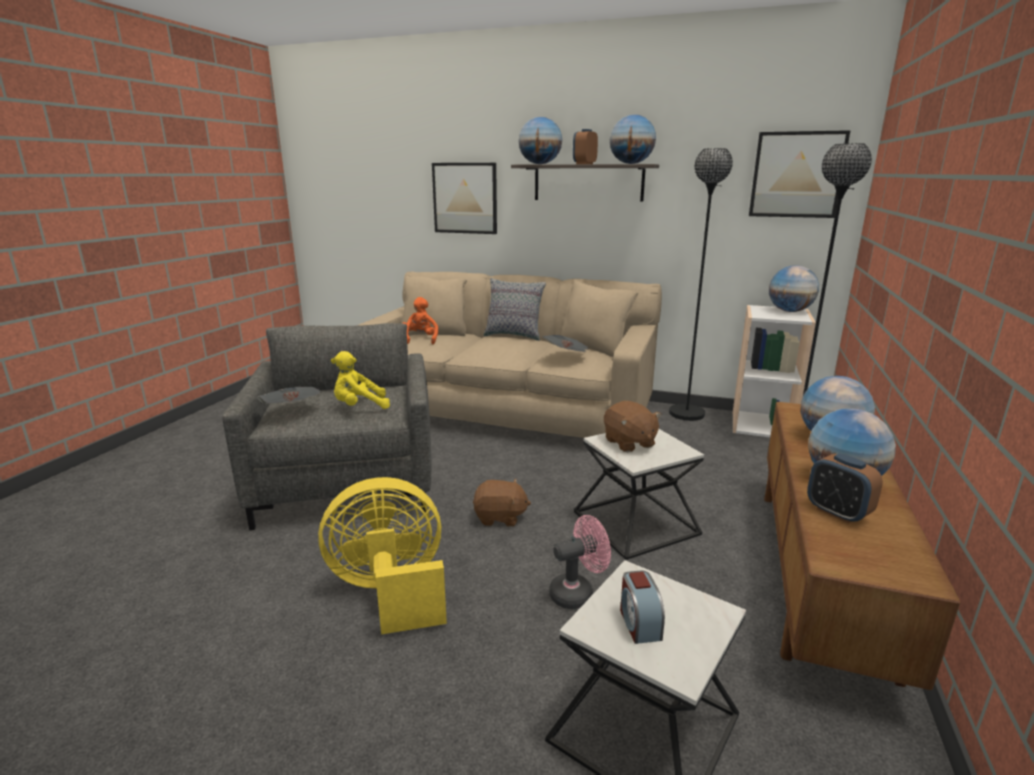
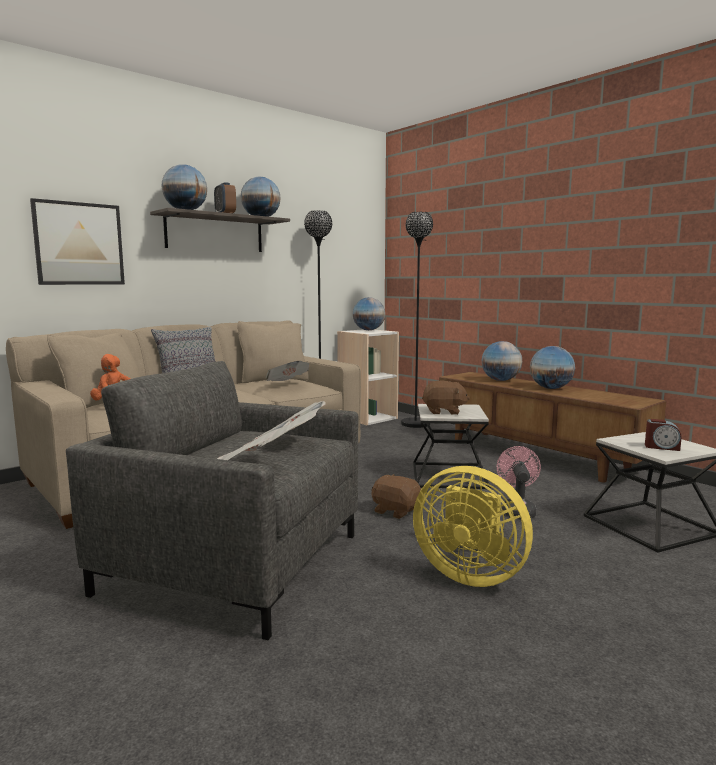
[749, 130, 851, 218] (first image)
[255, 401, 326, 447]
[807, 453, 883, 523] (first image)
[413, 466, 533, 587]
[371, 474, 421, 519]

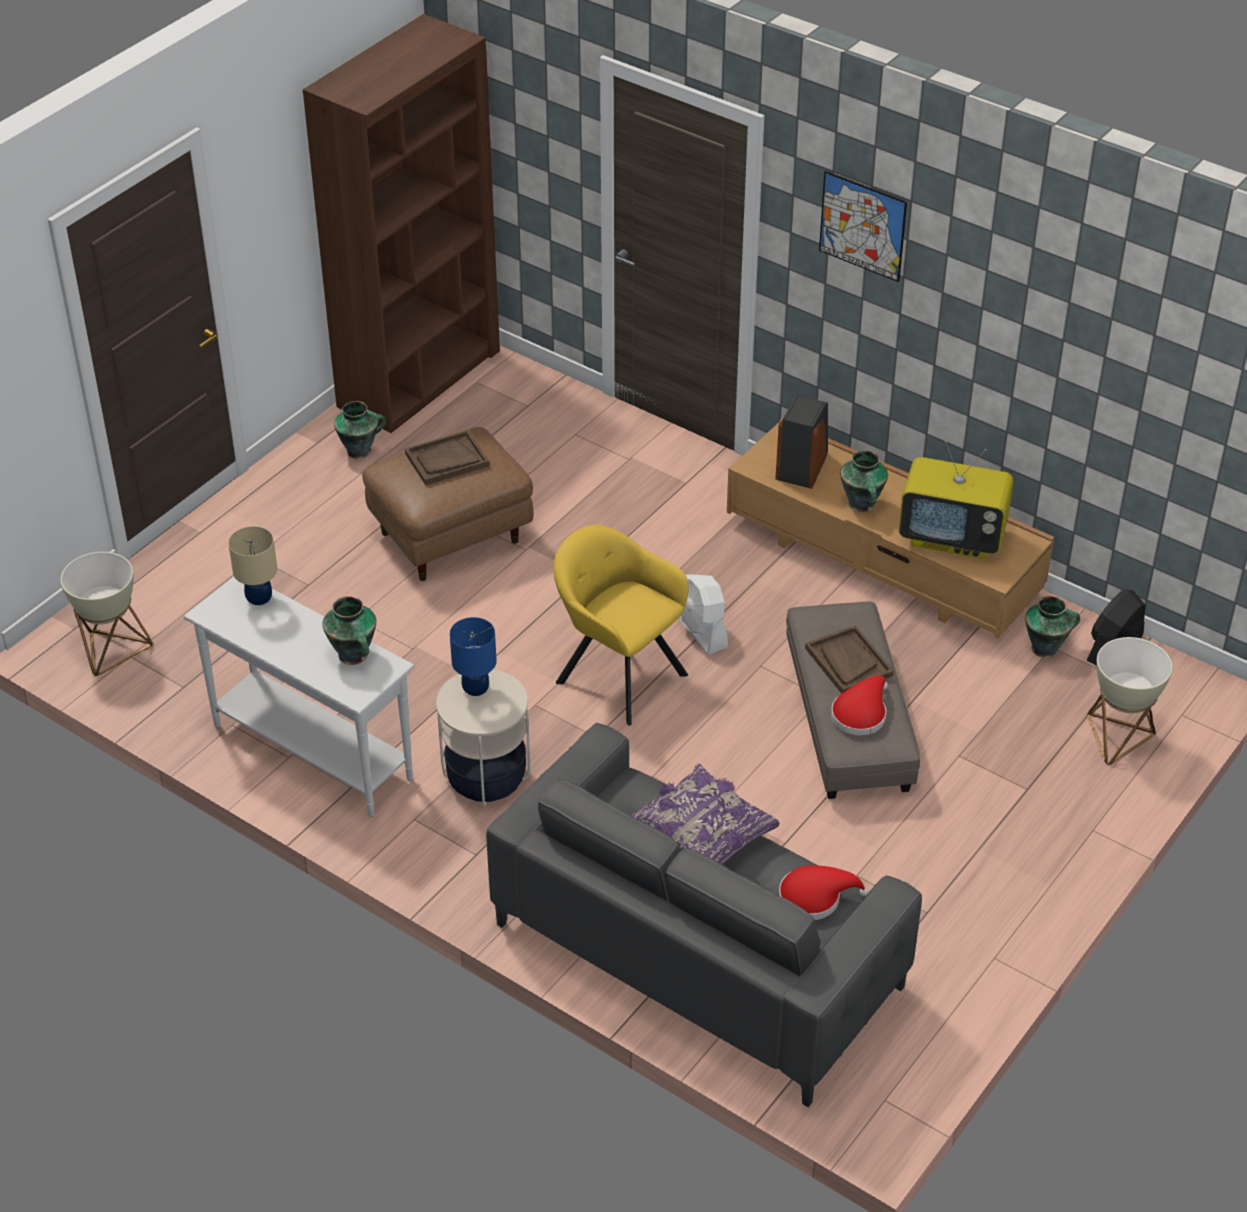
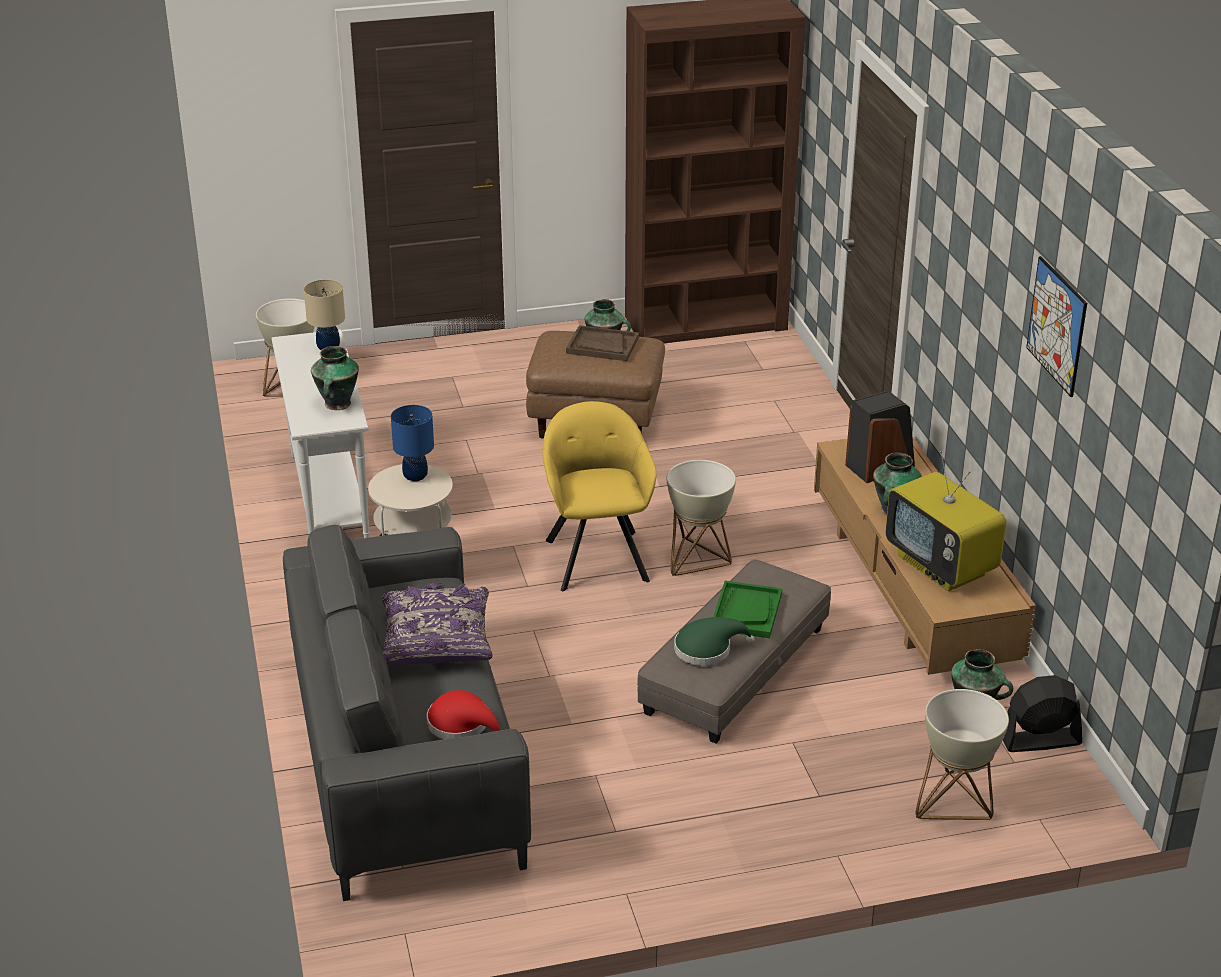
[1026, 256, 1087, 397]
[666, 460, 736, 576]
[713, 581, 782, 638]
[674, 617, 755, 666]

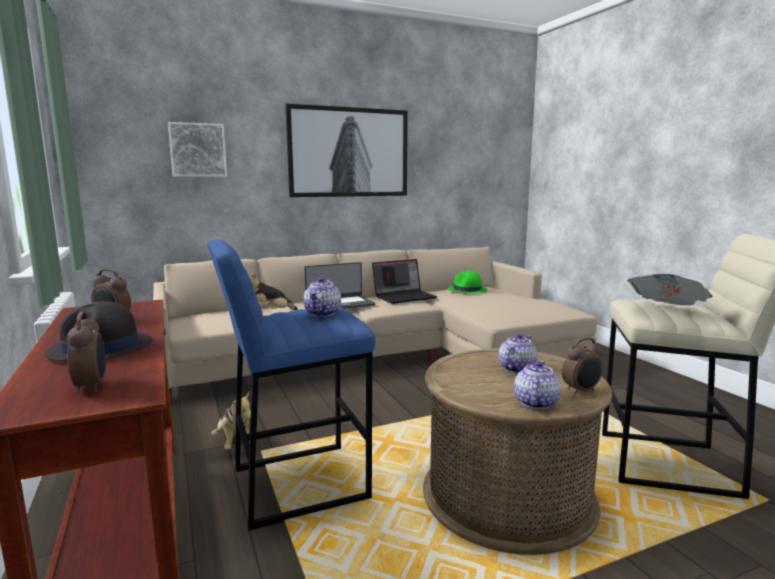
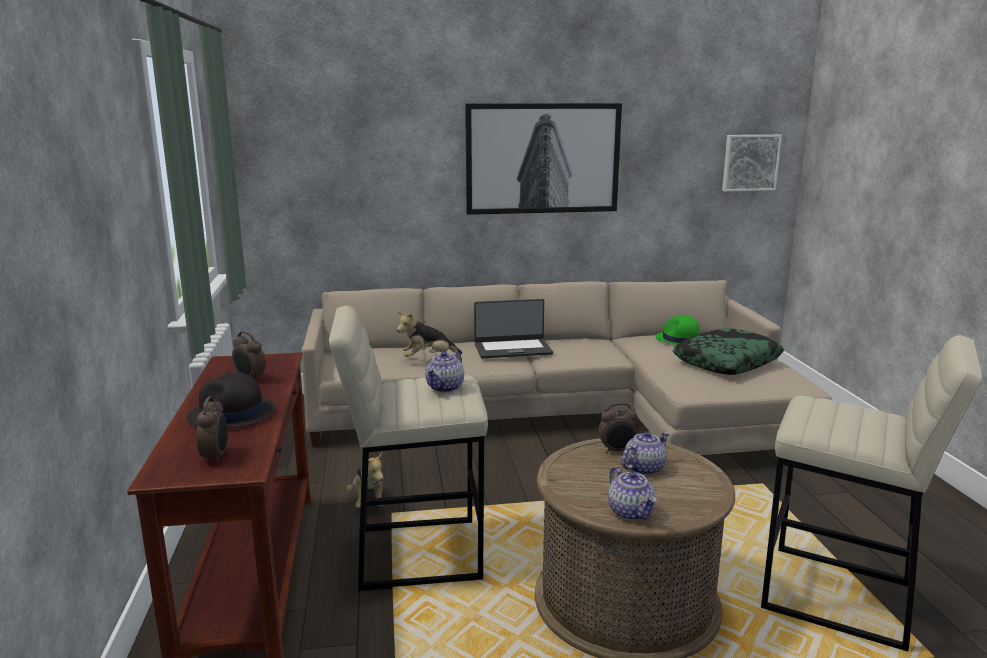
[722, 135, 782, 192]
[329, 305, 488, 591]
[372, 259, 437, 304] (first image)
[627, 274, 713, 305] (first image)
[598, 403, 638, 453]
[608, 466, 657, 520]
[673, 328, 784, 375]

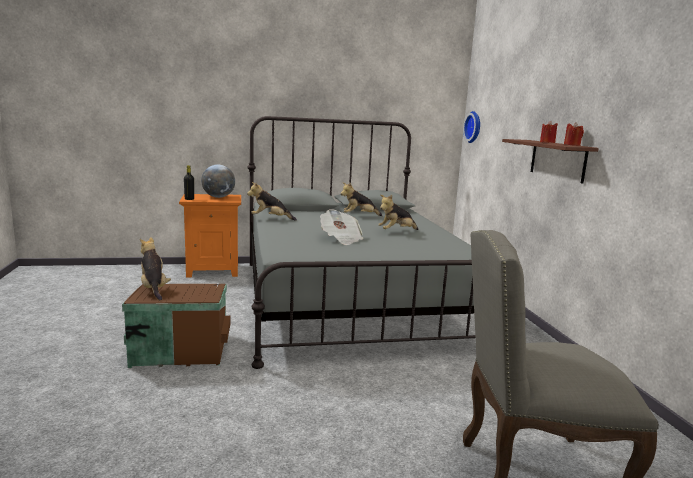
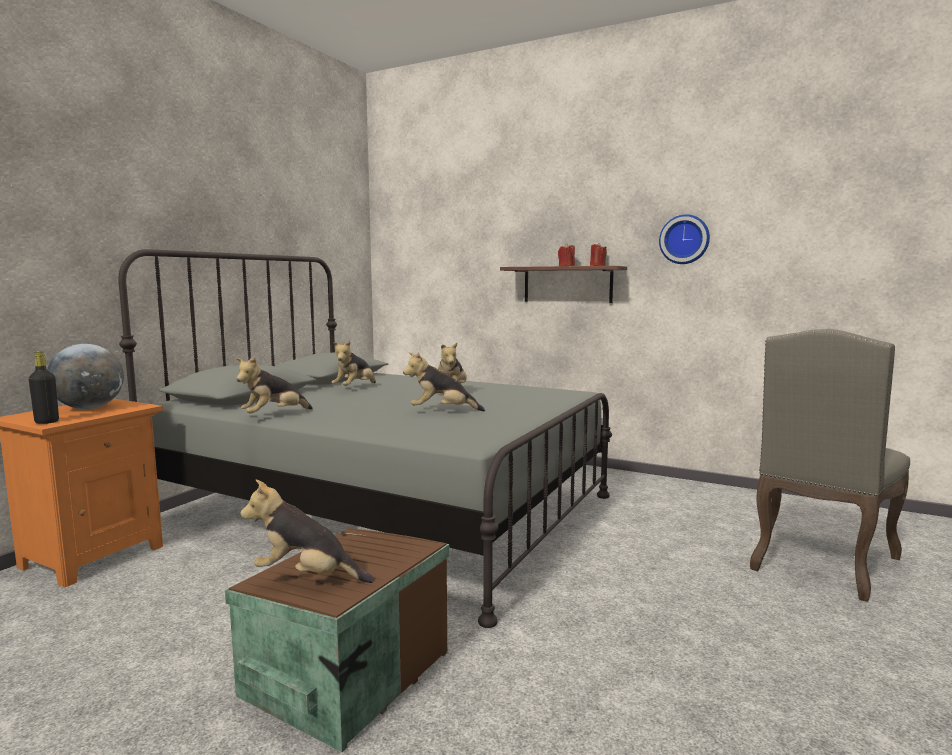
[659, 214, 710, 264]
[403, 352, 485, 411]

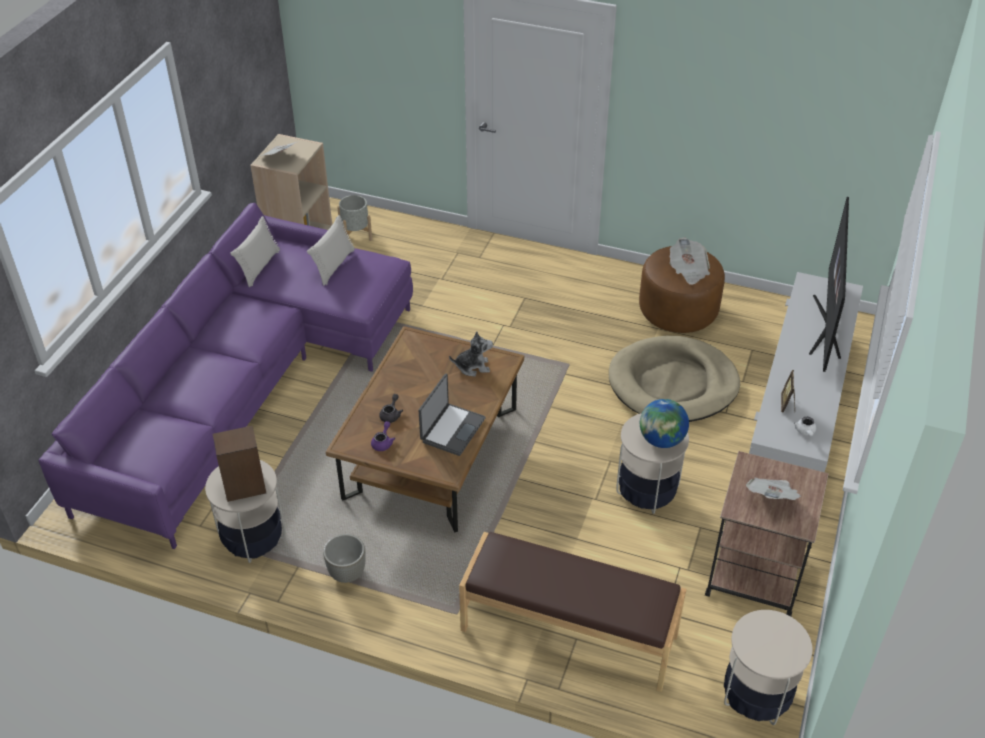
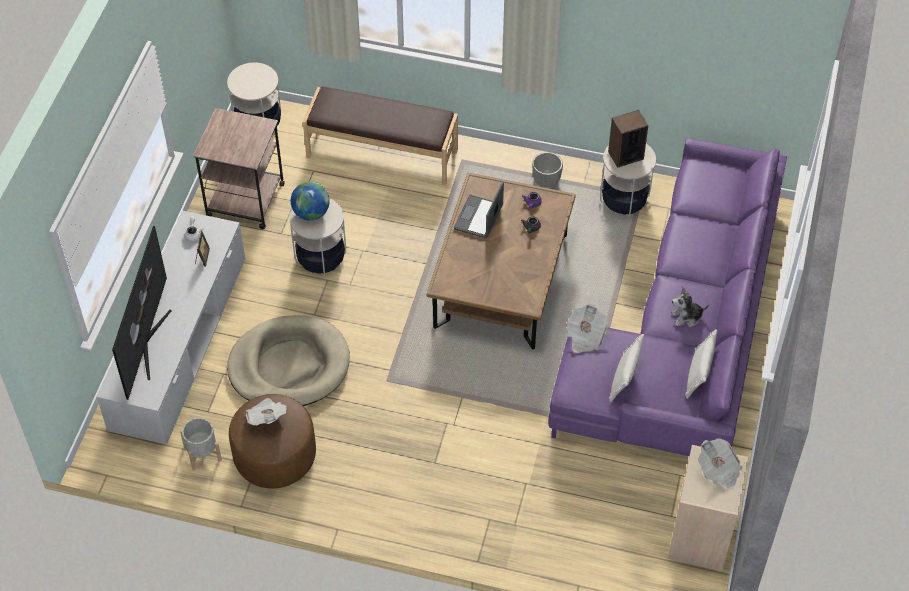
[180, 418, 222, 471]
[671, 287, 709, 327]
[566, 304, 609, 353]

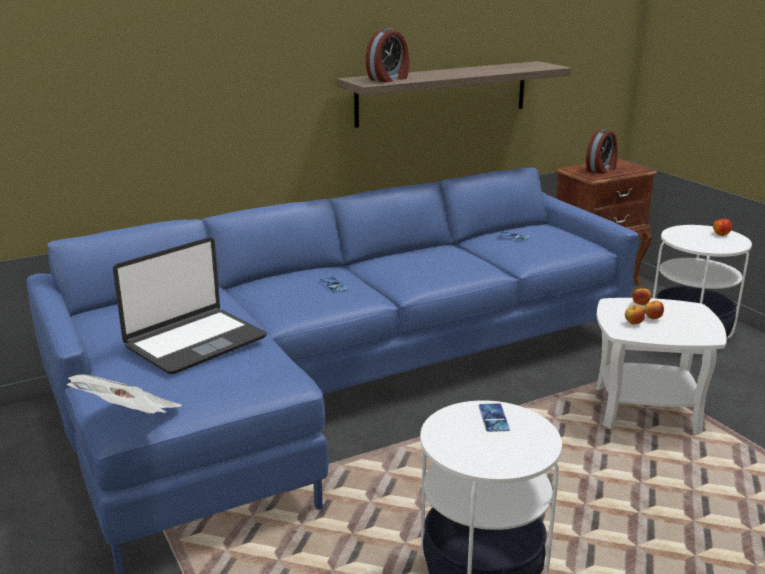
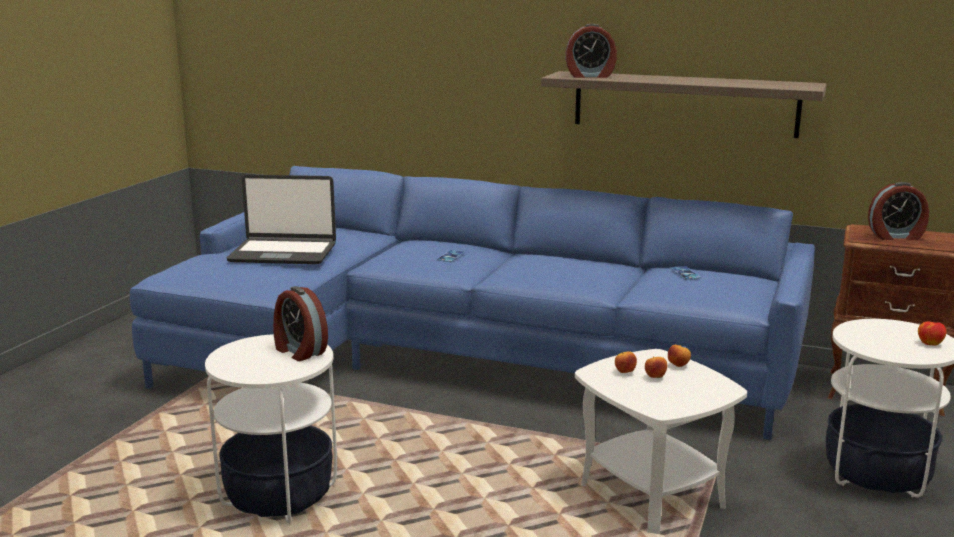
[66, 374, 182, 414] (first image)
[273, 286, 328, 361]

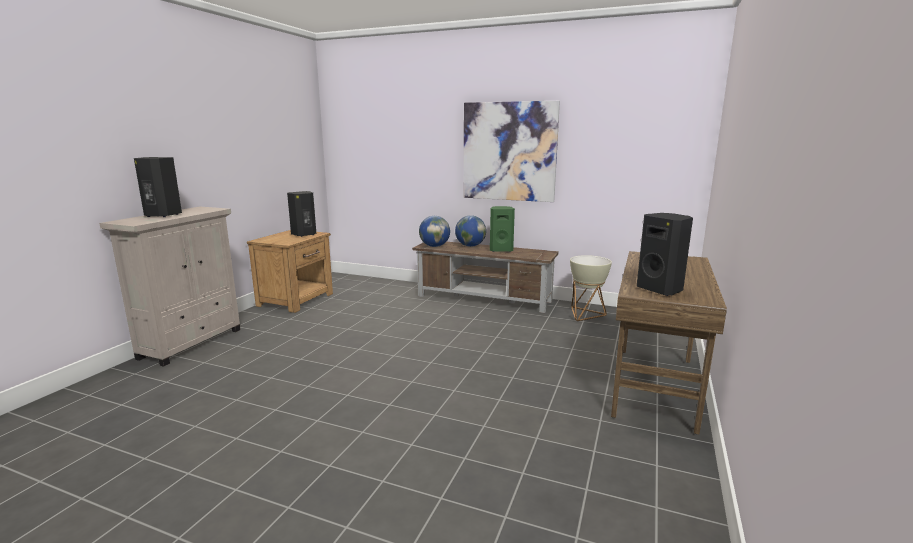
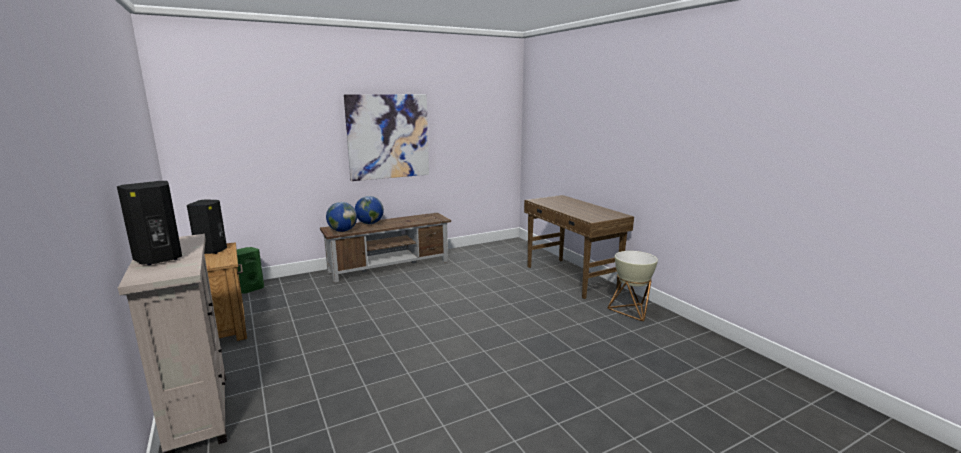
[237, 247, 264, 293]
[637, 213, 693, 296] (first image)
[607, 251, 658, 321]

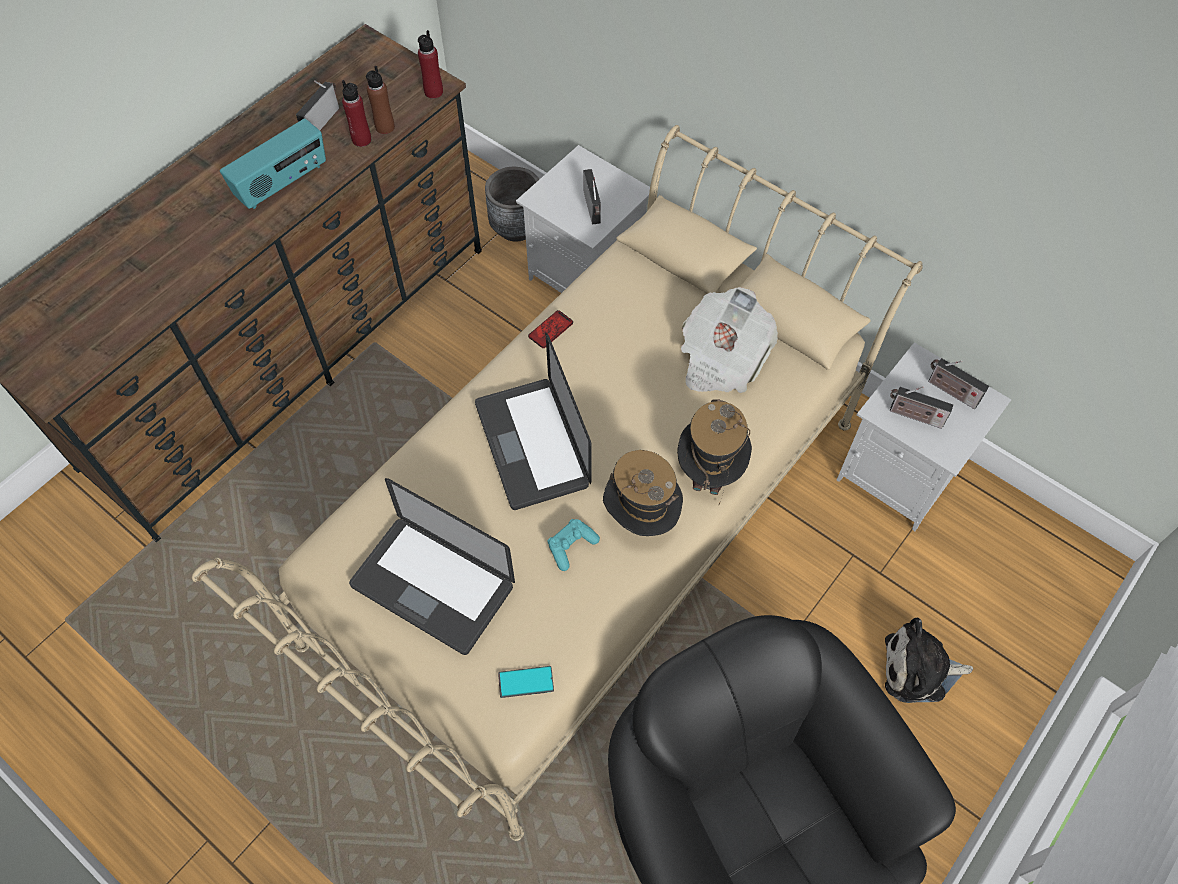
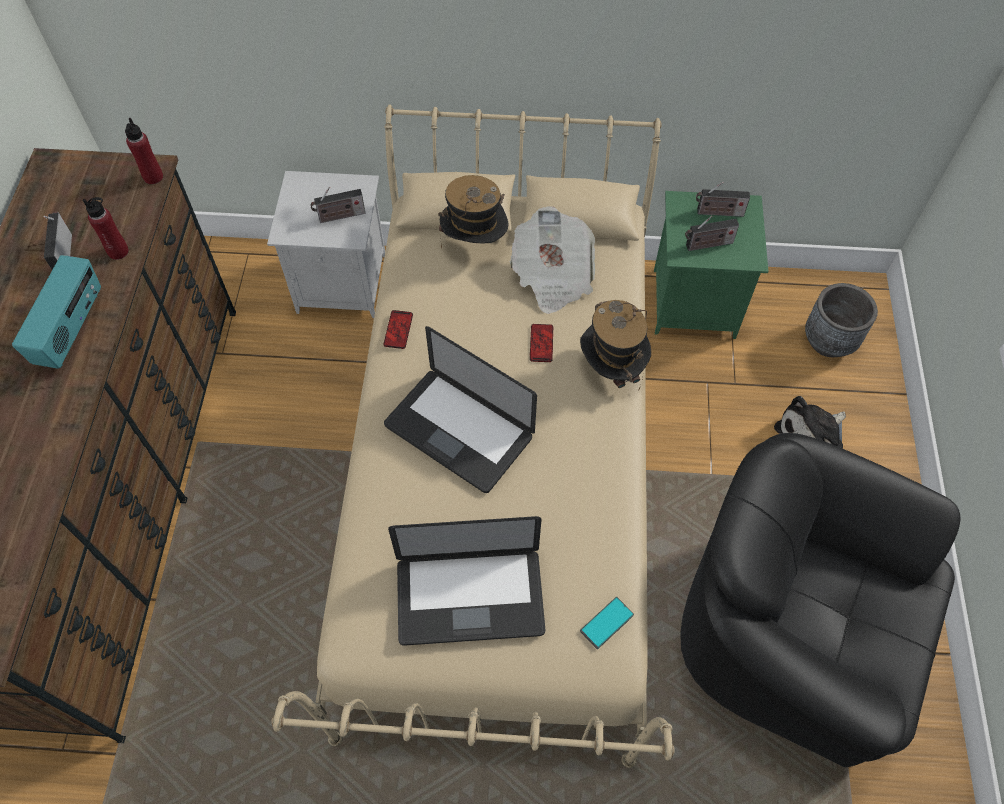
[366, 66, 395, 134] (first image)
[805, 283, 878, 357]
[310, 187, 365, 223]
[654, 191, 769, 339]
[438, 175, 509, 248]
[547, 519, 600, 571] (first image)
[530, 324, 553, 362]

